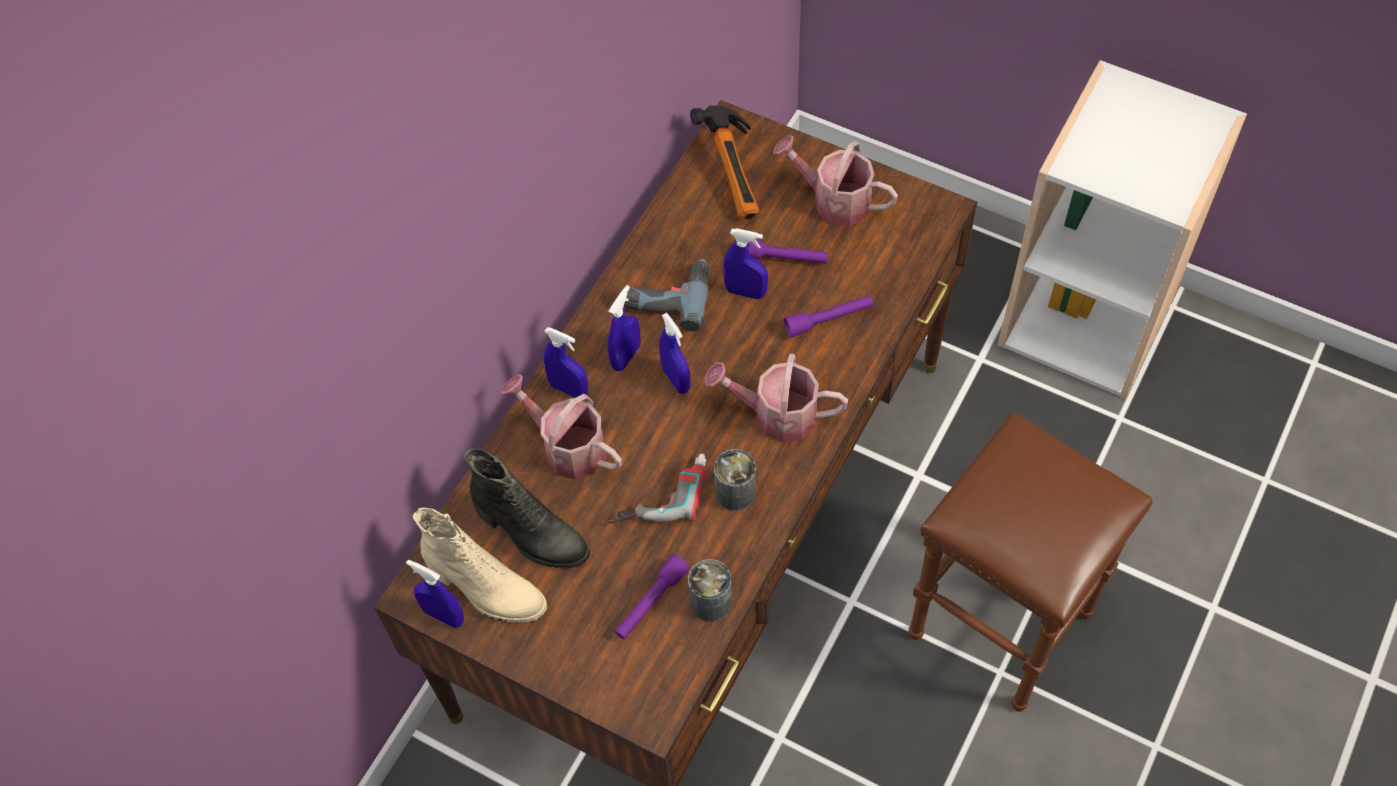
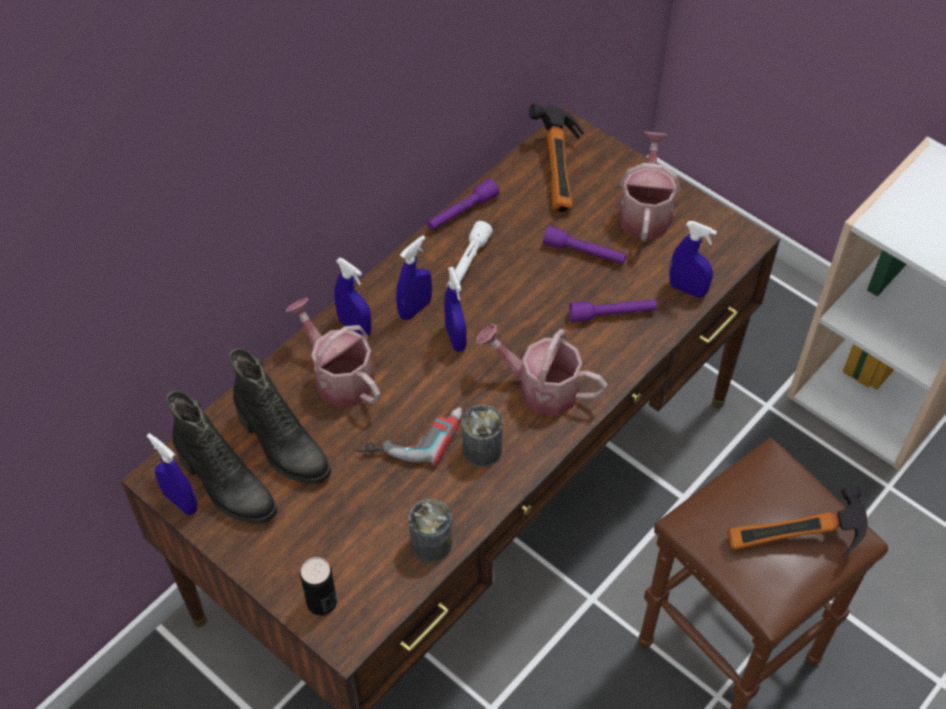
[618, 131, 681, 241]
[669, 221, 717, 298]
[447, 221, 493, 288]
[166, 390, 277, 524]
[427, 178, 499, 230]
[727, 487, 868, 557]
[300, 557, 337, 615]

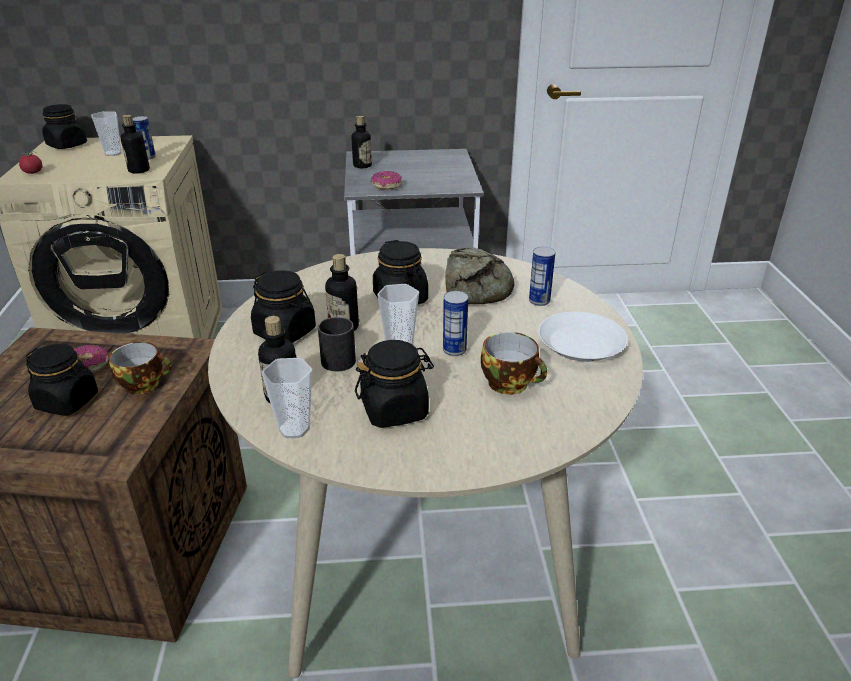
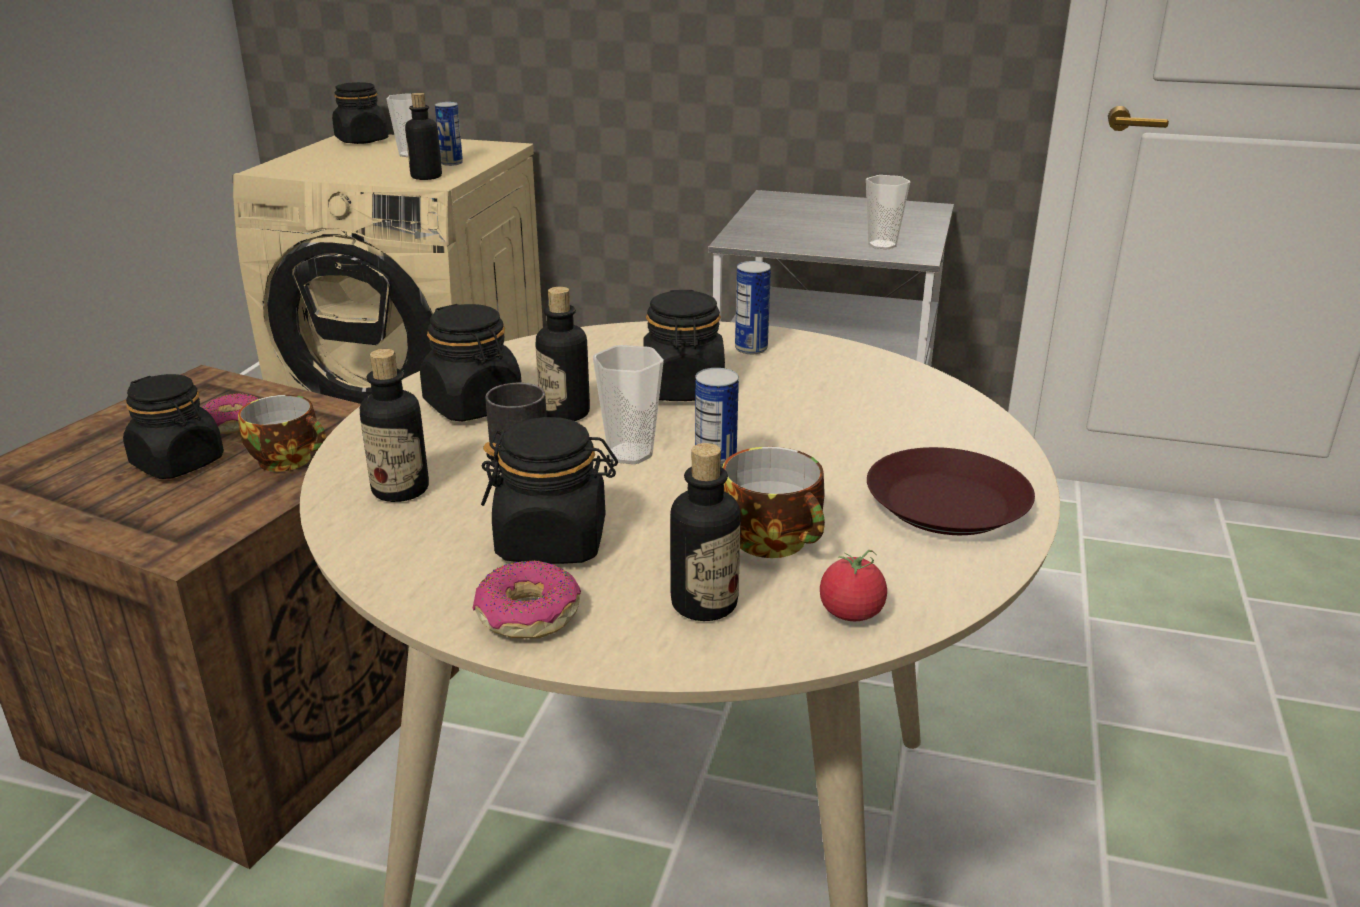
[670, 443, 741, 621]
[820, 550, 887, 621]
[473, 560, 581, 638]
[735, 261, 771, 354]
[445, 248, 514, 304] (first image)
[867, 447, 1035, 535]
[866, 175, 910, 249]

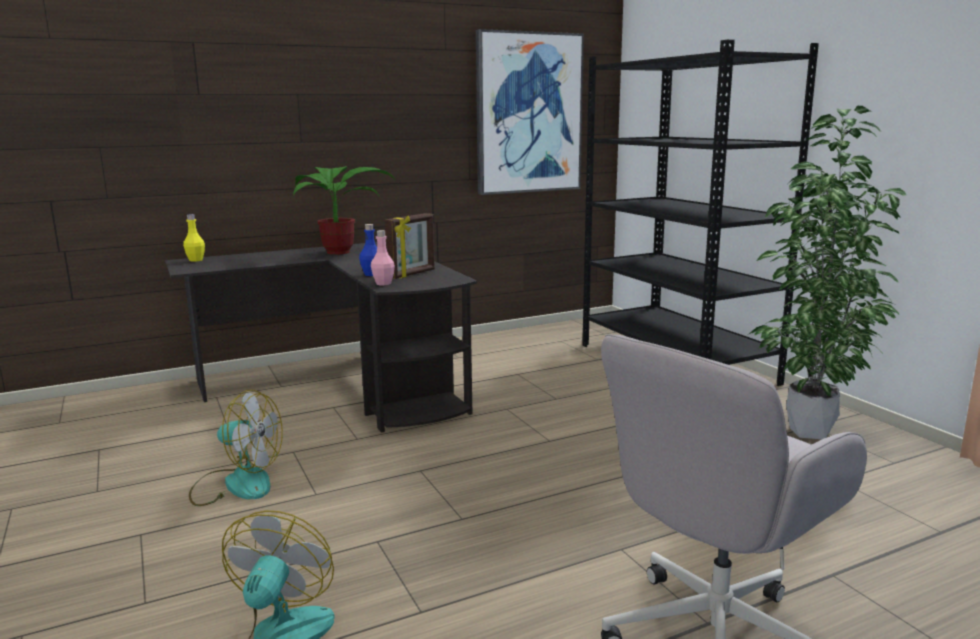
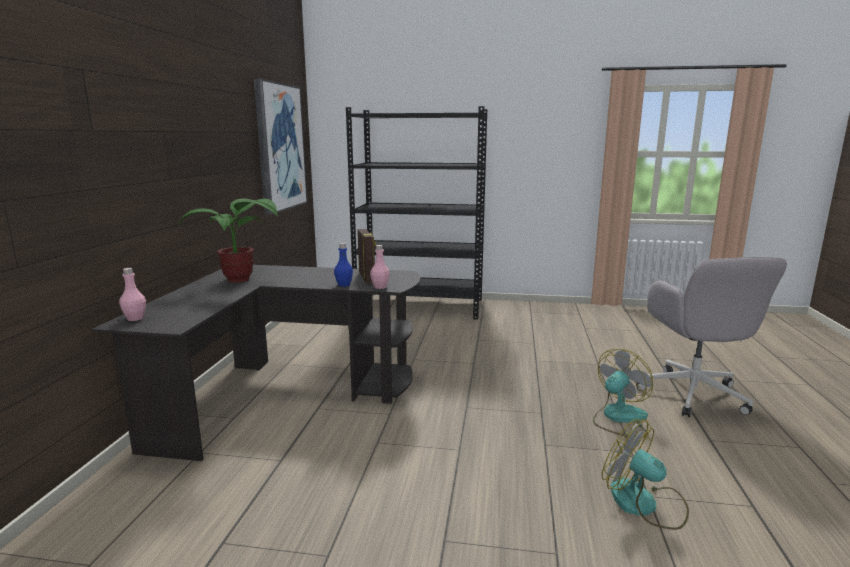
[747, 106, 906, 439] (first image)
[119, 268, 146, 321]
[593, 349, 653, 437]

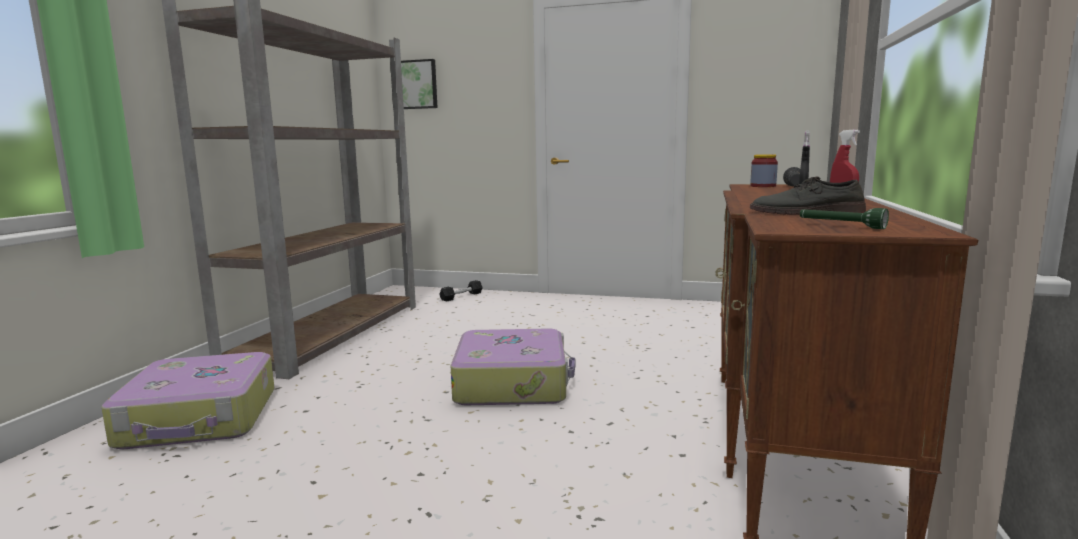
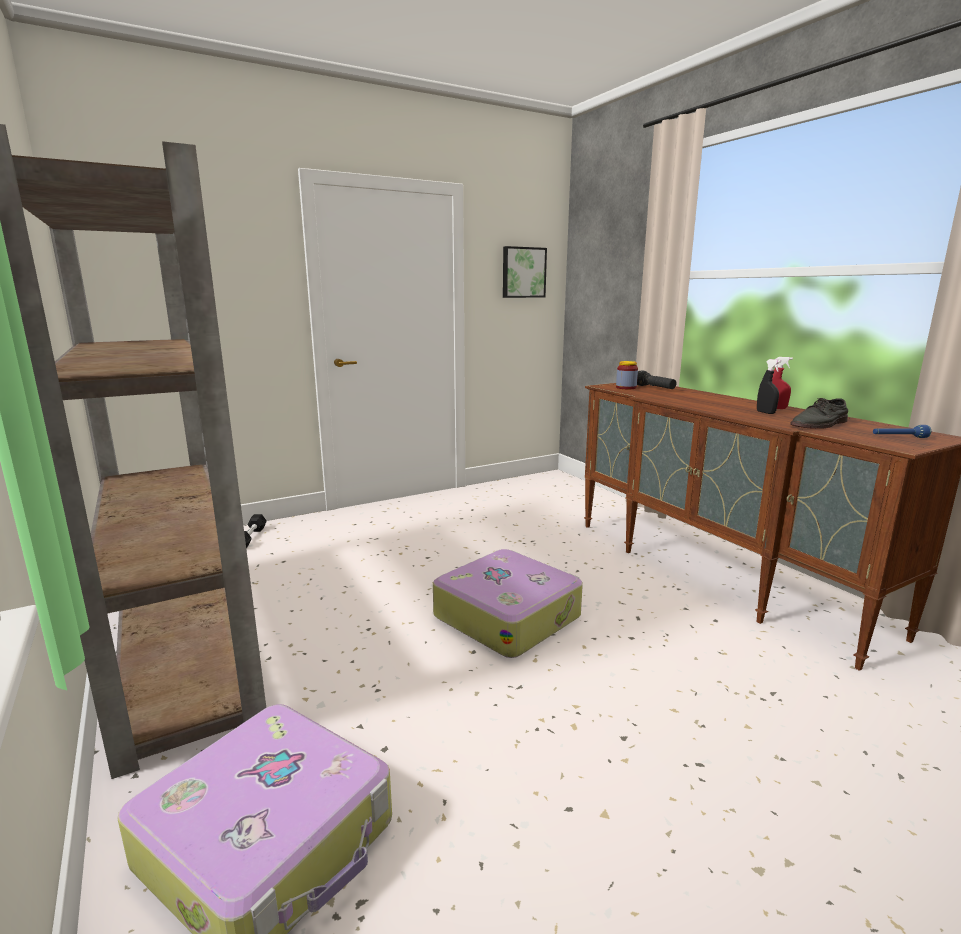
[503, 246, 547, 298]
[873, 425, 931, 438]

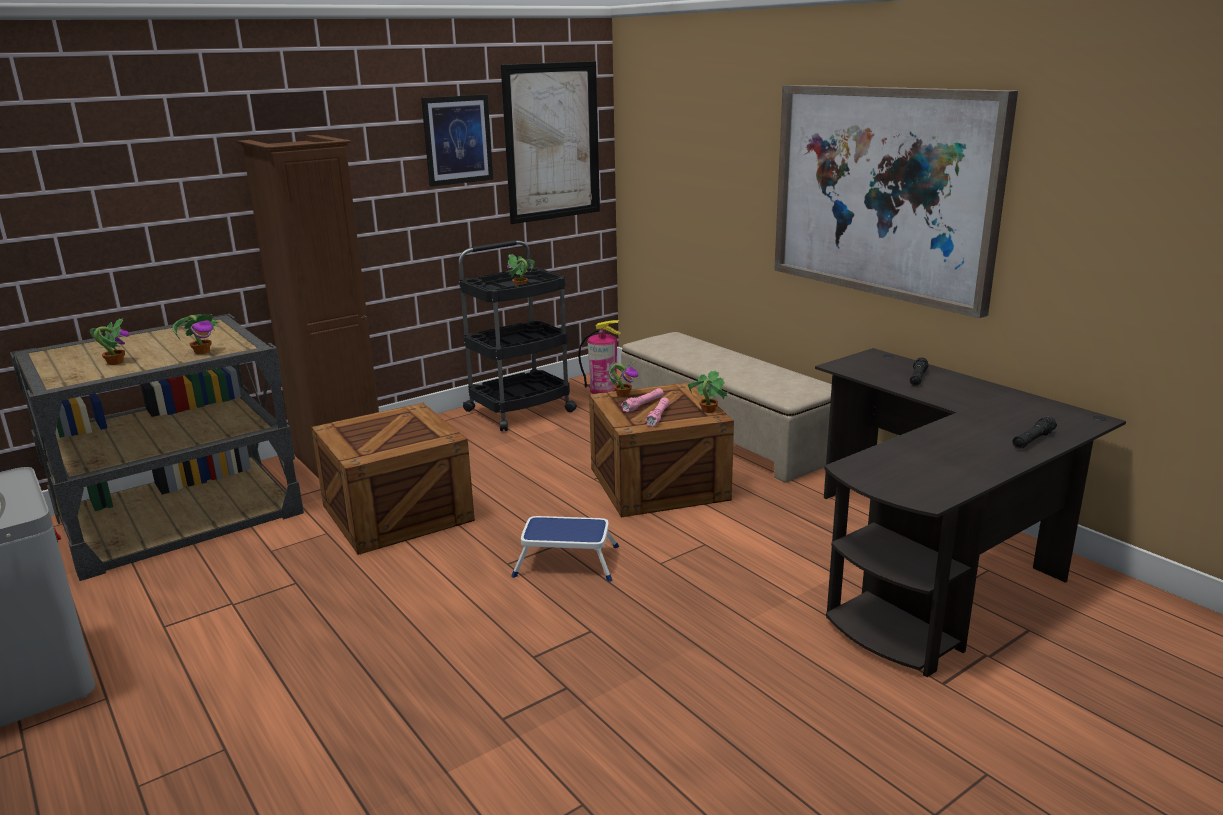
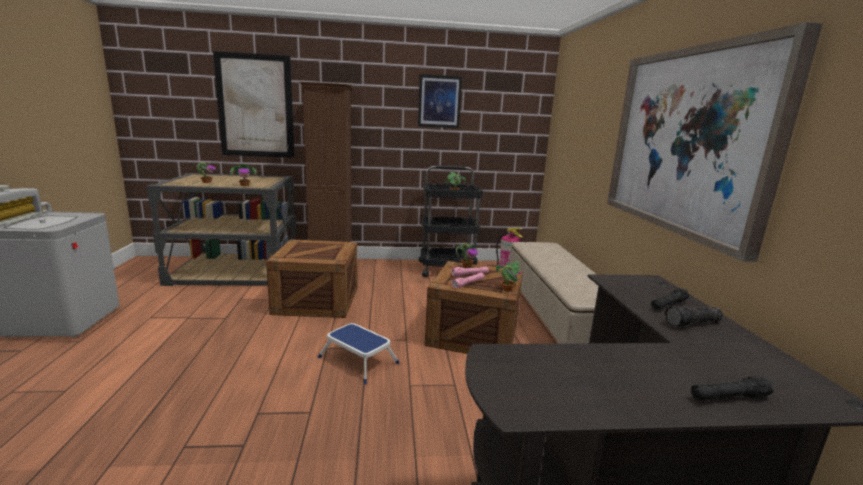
[213, 51, 295, 158]
[665, 305, 723, 327]

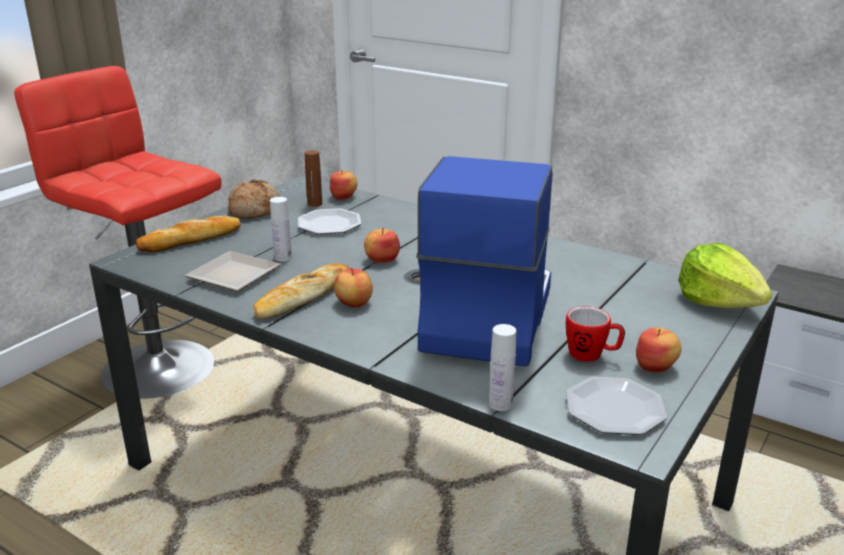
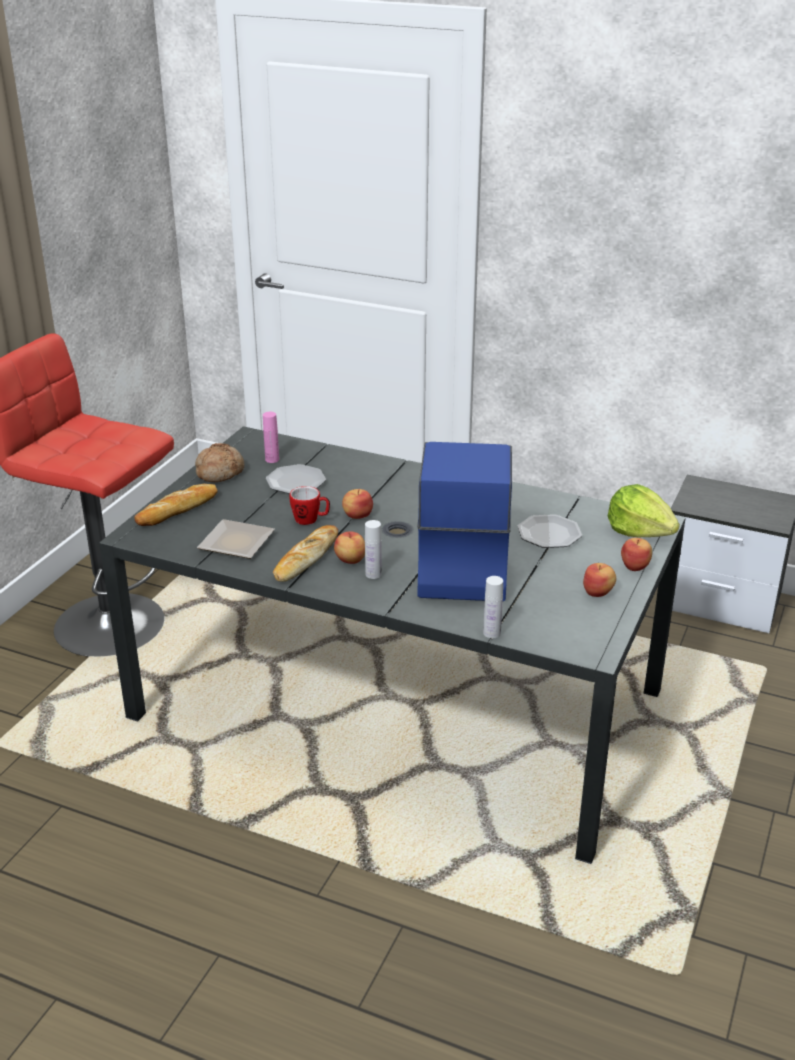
[263, 412, 279, 463]
[621, 538, 652, 571]
[365, 520, 382, 579]
[290, 486, 330, 525]
[517, 514, 582, 548]

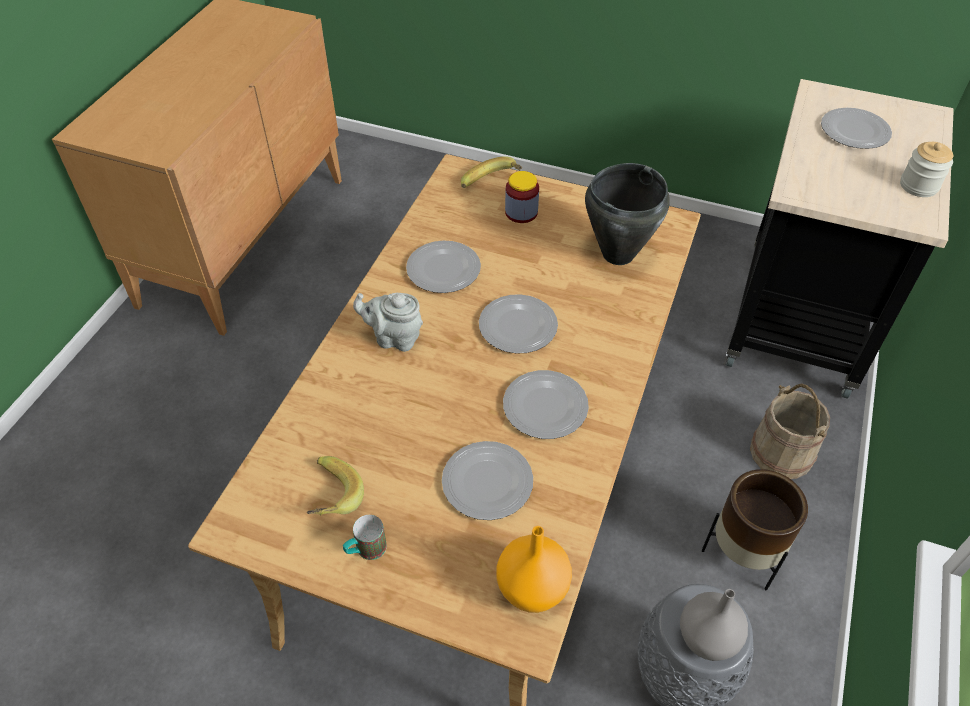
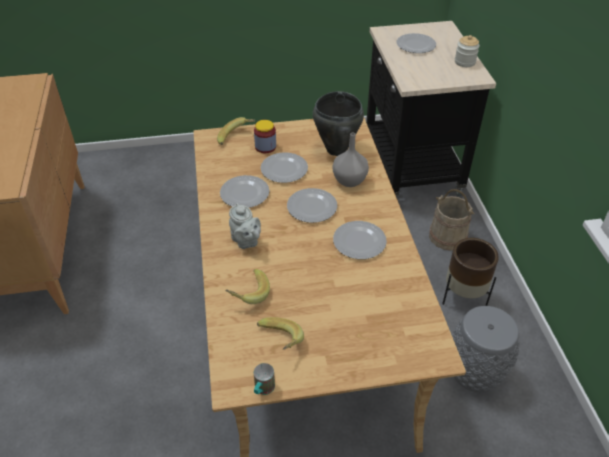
[229, 203, 261, 249]
[261, 152, 308, 183]
[254, 363, 275, 395]
[496, 526, 572, 613] (first image)
[333, 133, 369, 187]
[225, 269, 270, 304]

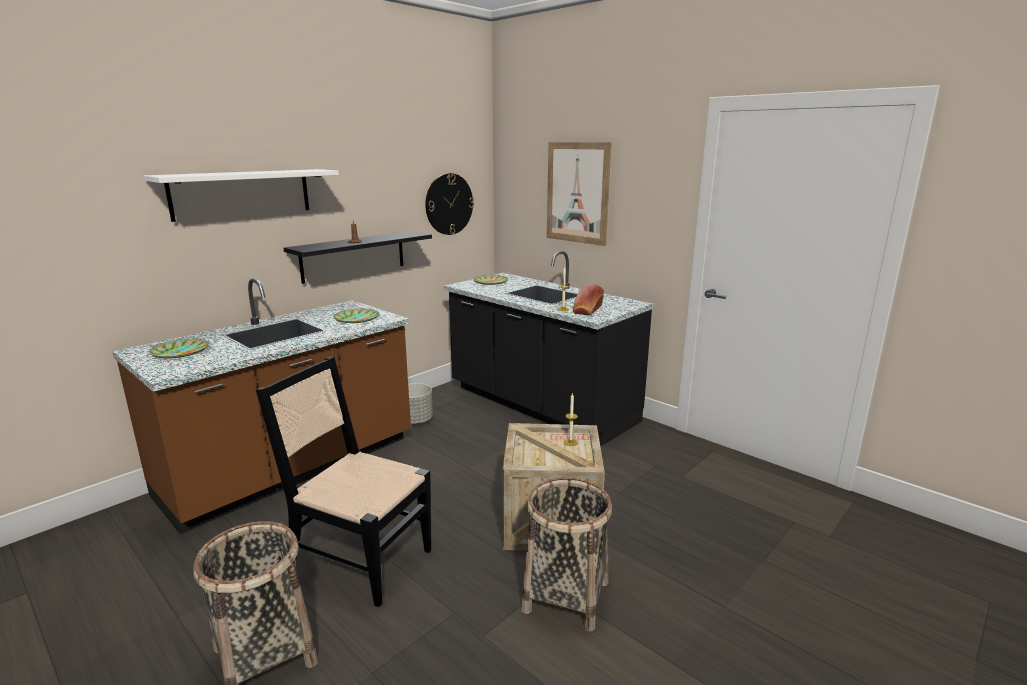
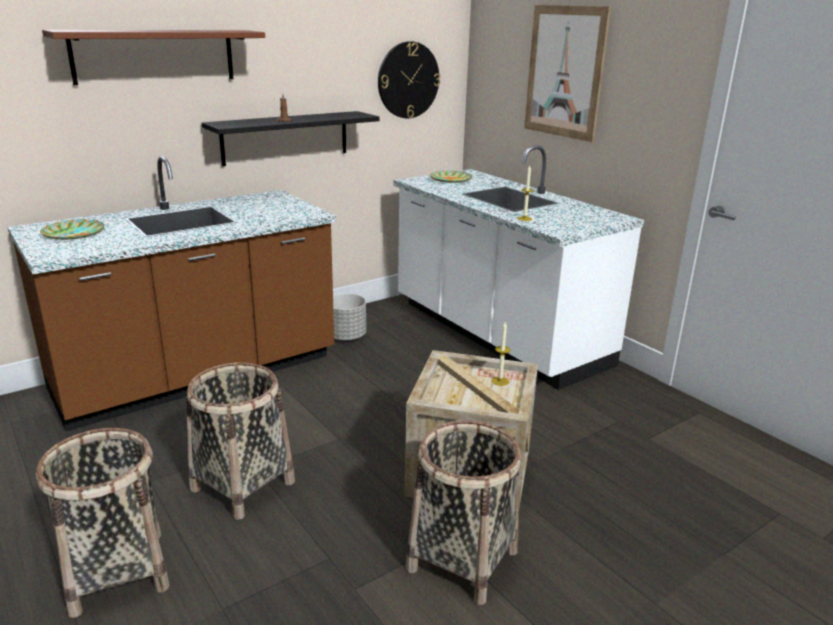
[42, 30, 265, 85]
[393, 145, 644, 390]
[573, 284, 604, 315] (first image)
[334, 309, 379, 323] (first image)
[186, 362, 295, 520]

